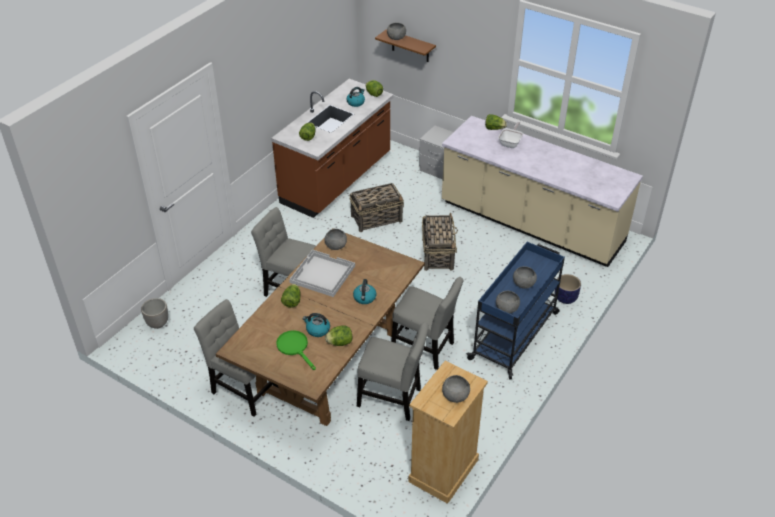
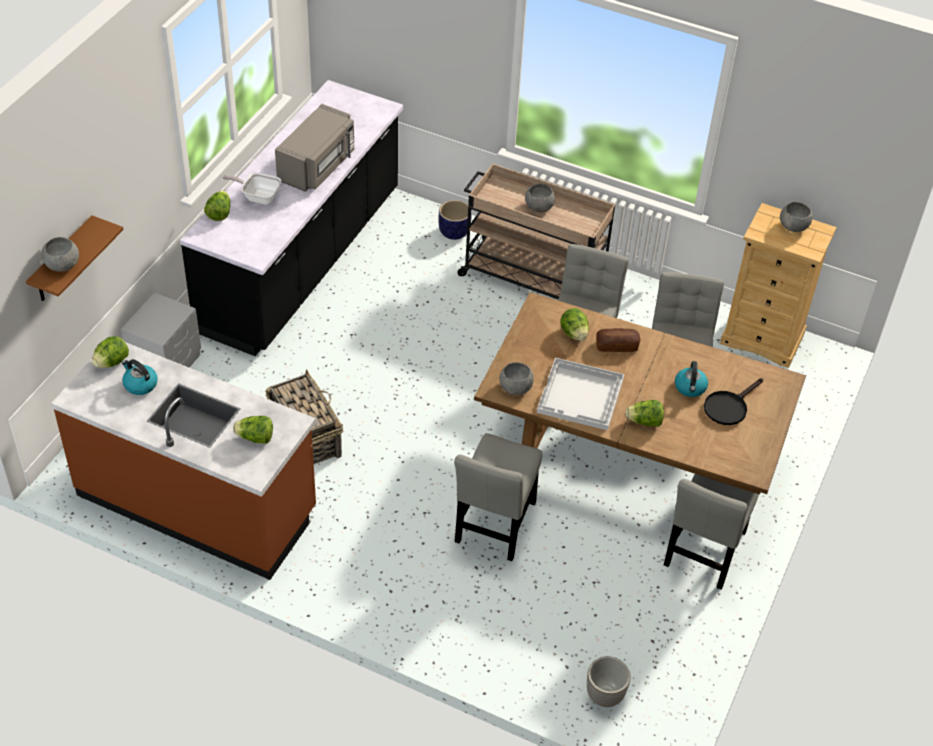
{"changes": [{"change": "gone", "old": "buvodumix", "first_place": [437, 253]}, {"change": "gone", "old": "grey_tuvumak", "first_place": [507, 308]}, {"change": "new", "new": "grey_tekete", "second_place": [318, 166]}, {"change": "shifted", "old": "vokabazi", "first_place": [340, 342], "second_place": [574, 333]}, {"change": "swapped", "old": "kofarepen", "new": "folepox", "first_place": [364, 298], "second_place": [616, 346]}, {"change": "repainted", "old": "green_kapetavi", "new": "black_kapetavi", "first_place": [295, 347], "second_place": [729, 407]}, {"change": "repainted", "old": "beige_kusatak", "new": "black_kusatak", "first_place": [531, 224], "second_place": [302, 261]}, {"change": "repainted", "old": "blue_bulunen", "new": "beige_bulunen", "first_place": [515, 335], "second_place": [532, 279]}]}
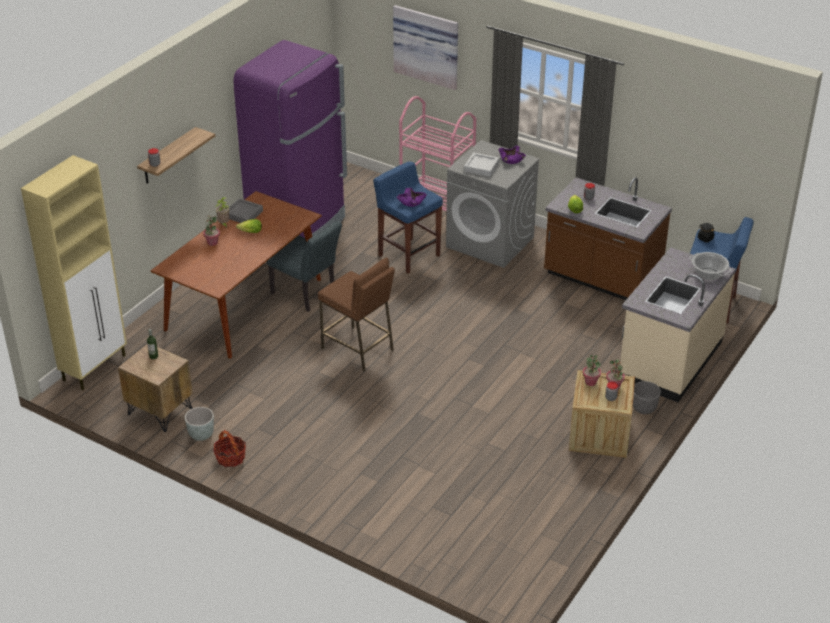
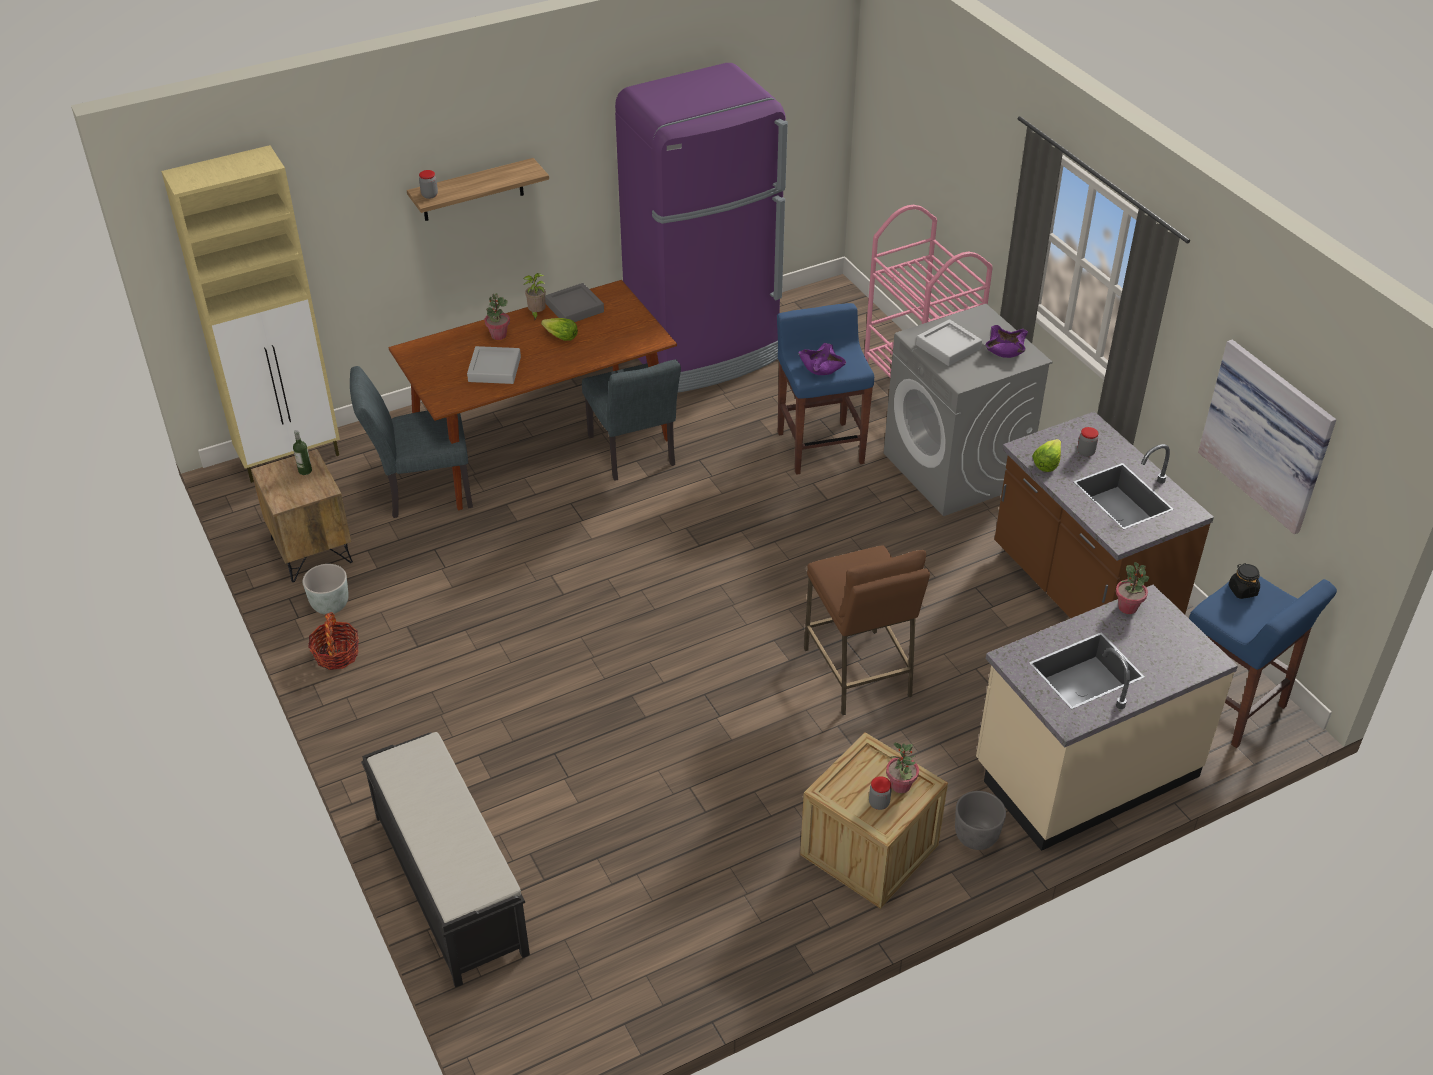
{"changes": [{"change": "gone", "old": "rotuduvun", "first_place": [708, 274]}, {"change": "new", "new": "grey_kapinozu", "second_place": [421, 492]}, {"change": "new", "new": "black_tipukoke", "second_place": [449, 882]}, {"change": "new", "new": "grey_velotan", "second_place": [494, 369]}, {"change": "shifted", "old": "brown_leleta", "first_place": [358, 349], "second_place": [858, 672]}, {"change": "shifted", "old": "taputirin", "first_place": [427, 46], "second_place": [1270, 434]}, {"change": "shifted", "old": "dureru", "first_place": [590, 382], "second_place": [1127, 607]}]}
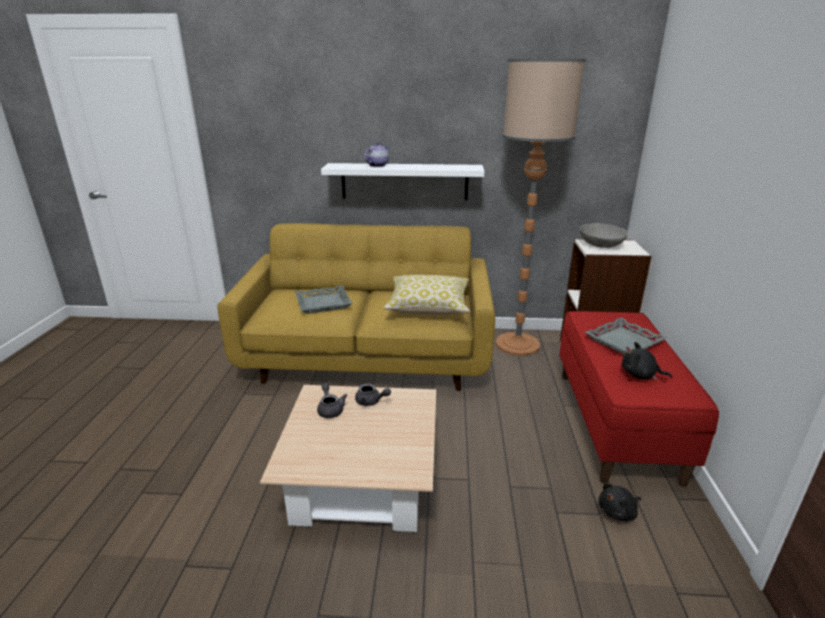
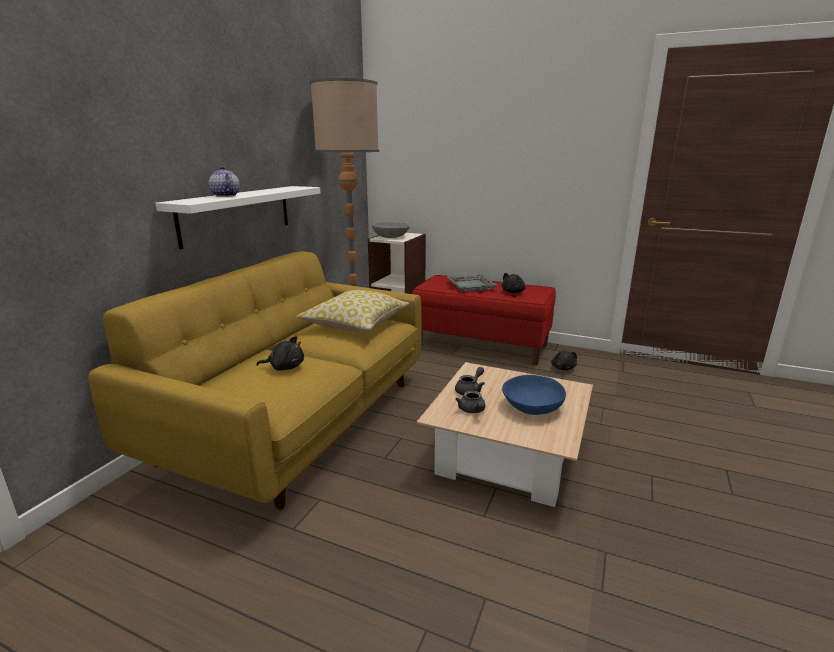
{"changes": [{"change": "new", "new": "blue_tuvumak", "second_place": [532, 406]}, {"change": "swapped", "old": "grey_velotan", "new": "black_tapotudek", "first_place": [323, 303], "second_place": [285, 367]}, {"change": "rotated", "old": "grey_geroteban", "first_place": [330, 409], "second_place": [472, 411], "degrees": -105}]}
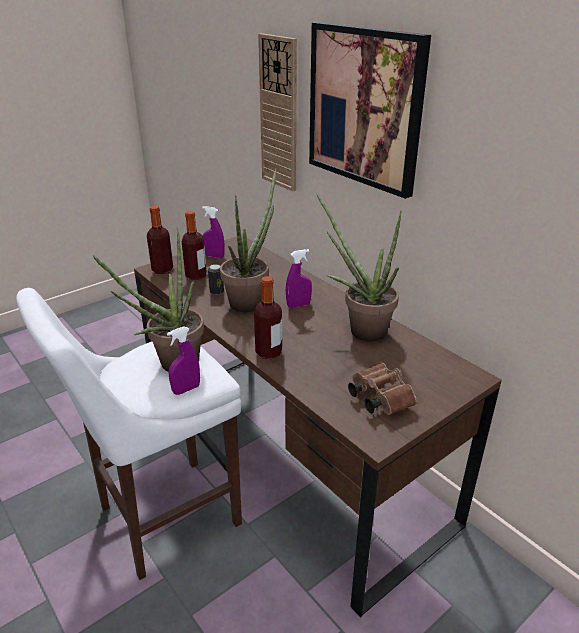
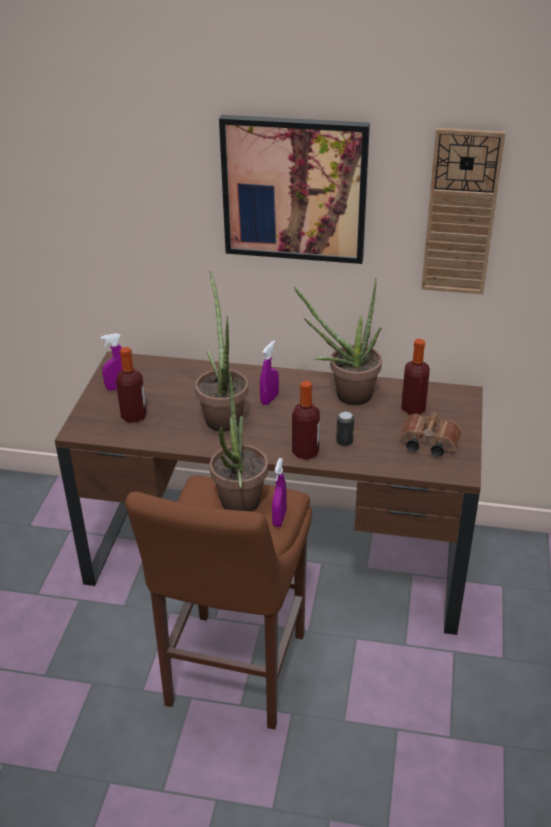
{"changes": [{"change": "shifted", "old": "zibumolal", "first_place": [162, 270], "second_place": [413, 408]}, {"change": "shifted", "old": "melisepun", "first_place": [217, 292], "second_place": [344, 441]}, {"change": "shifted", "old": "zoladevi", "first_place": [279, 114], "second_place": [461, 213]}, {"change": "repainted", "old": "white_leleta", "new": "brown_leleta", "first_place": [162, 517], "second_place": [232, 675]}]}
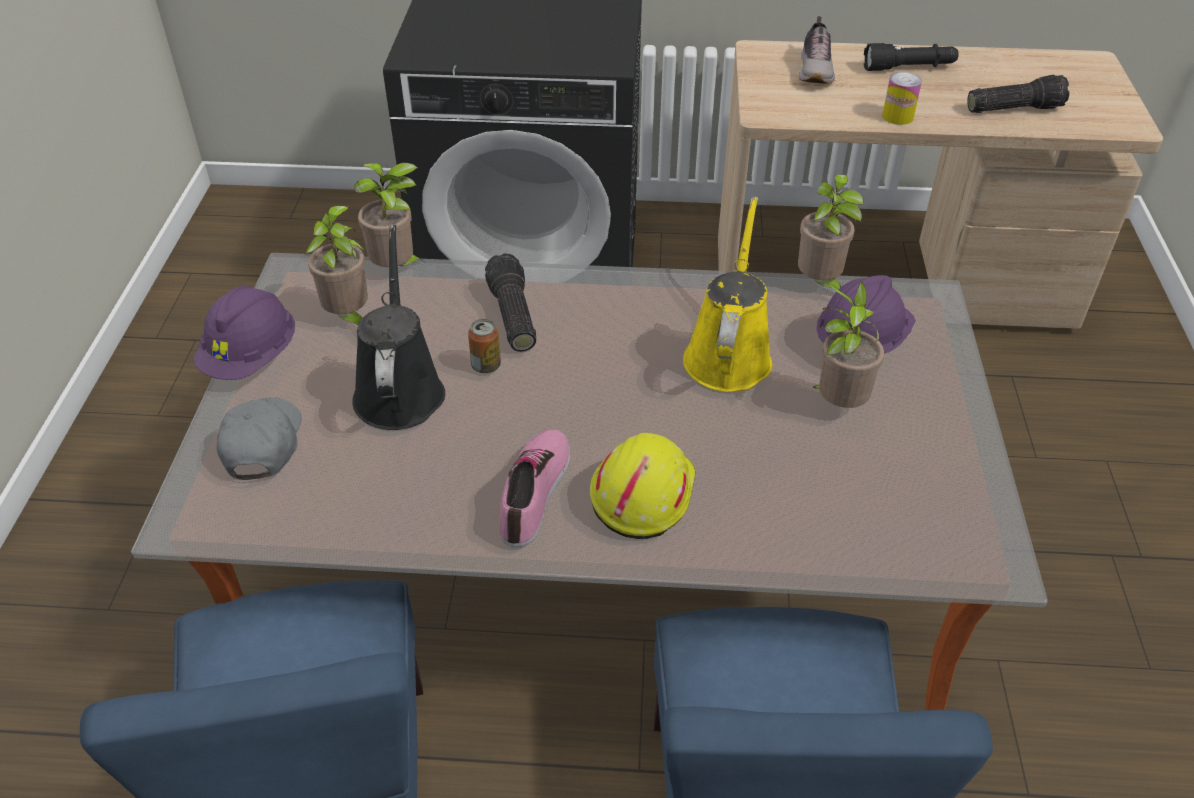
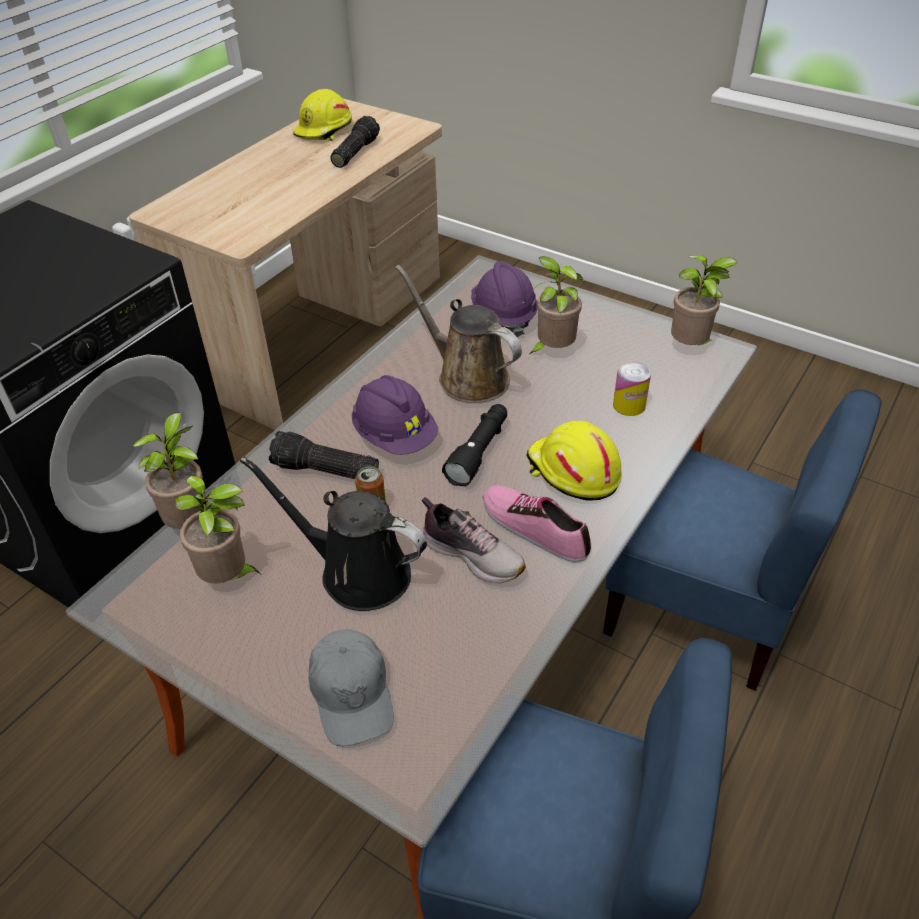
{"changes": [{"change": "new", "new": "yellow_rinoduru", "second_place": [324, 130]}, {"change": "shifted", "old": "purple_rinoduru", "first_place": [251, 358], "second_place": [395, 436]}, {"change": "shifted", "old": "dureru", "first_place": [820, 284], "second_place": [690, 347]}, {"change": "shifted", "old": "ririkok", "first_place": [816, 70], "second_place": [473, 554]}, {"change": "shifted", "old": "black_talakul", "first_place": [909, 68], "second_place": [479, 451]}, {"change": "shifted", "old": "melisepun", "first_place": [897, 116], "second_place": [629, 405]}, {"change": "repainted", "old": "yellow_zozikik", "new": "brown_zozikik", "first_place": [728, 355], "second_place": [467, 377]}, {"change": "rotated", "old": "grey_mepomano", "first_place": [262, 444], "second_place": [352, 693], "degrees": -135}]}
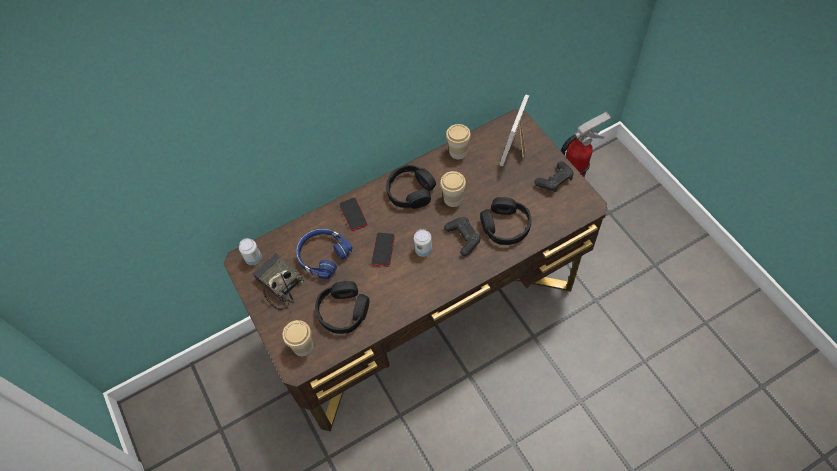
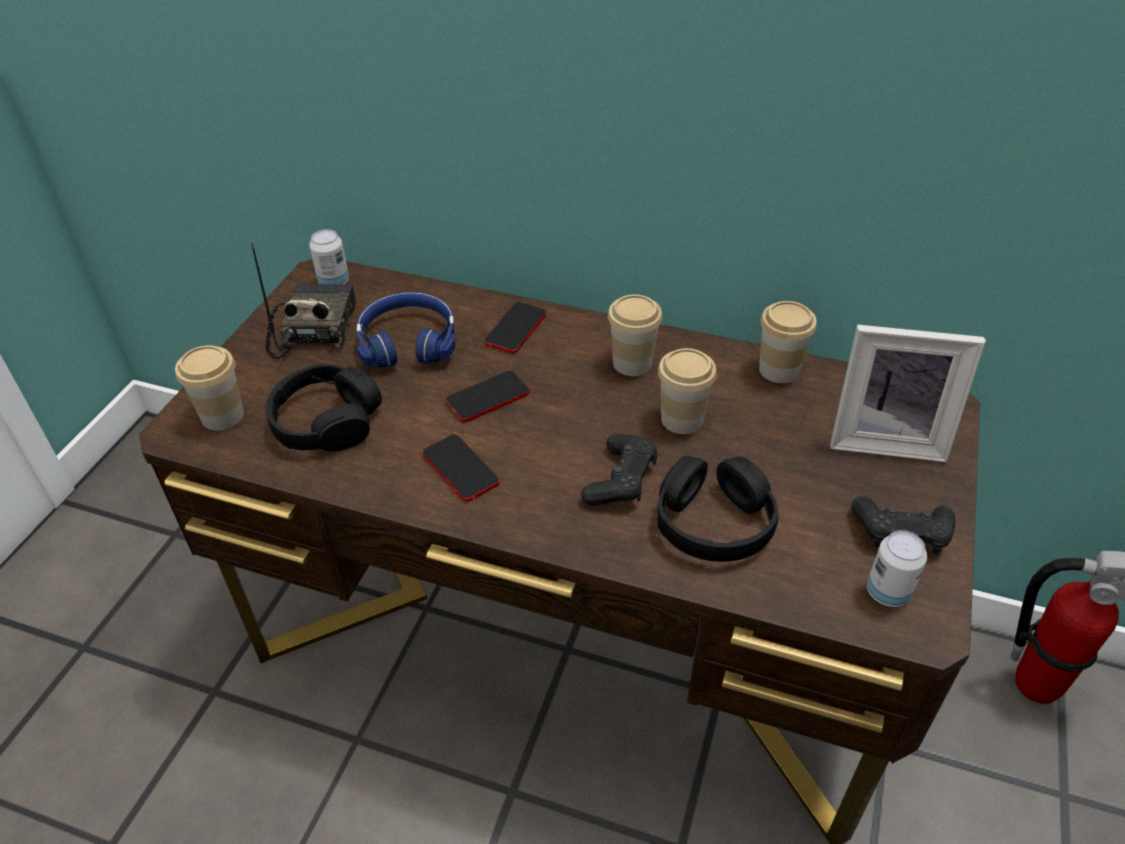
{"changes": [{"change": "new", "new": "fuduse", "second_place": [460, 469]}, {"change": "shifted", "old": "melisepun", "first_place": [423, 250], "second_place": [887, 592]}, {"change": "swapped", "old": "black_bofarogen", "new": "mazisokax", "first_place": [410, 192], "second_place": [632, 363]}, {"change": "rotated", "old": "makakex", "first_place": [516, 150], "second_place": [886, 438], "degrees": -150}]}
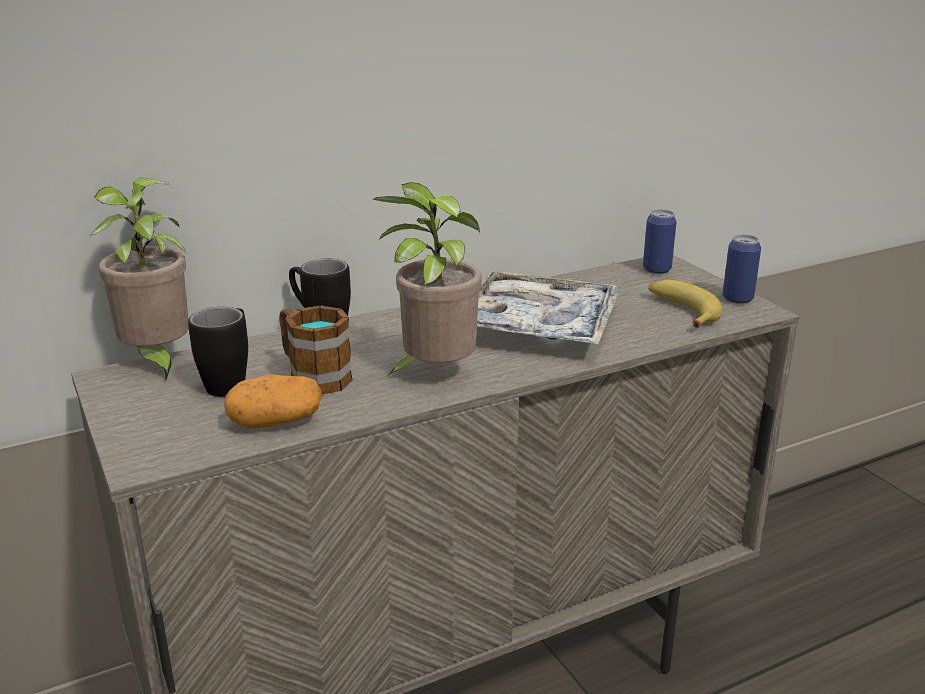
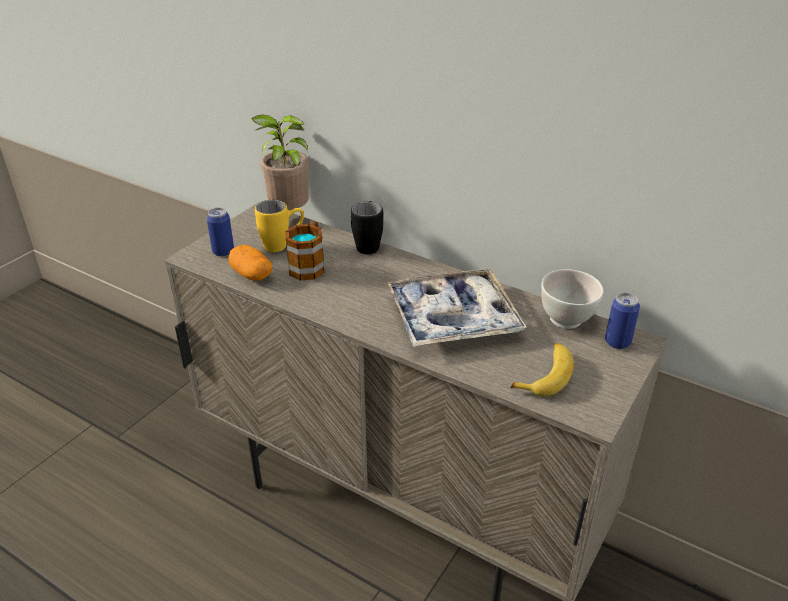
{"changes": [{"change": "gone", "old": "dureru", "first_place": [434, 375]}, {"change": "new", "new": "white_tuvumak", "second_place": [566, 320]}, {"change": "shifted", "old": "melisepun", "first_place": [737, 299], "second_place": [223, 252]}, {"change": "repainted", "old": "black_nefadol", "new": "yellow_nefadol", "first_place": [231, 381], "second_place": [282, 245]}]}
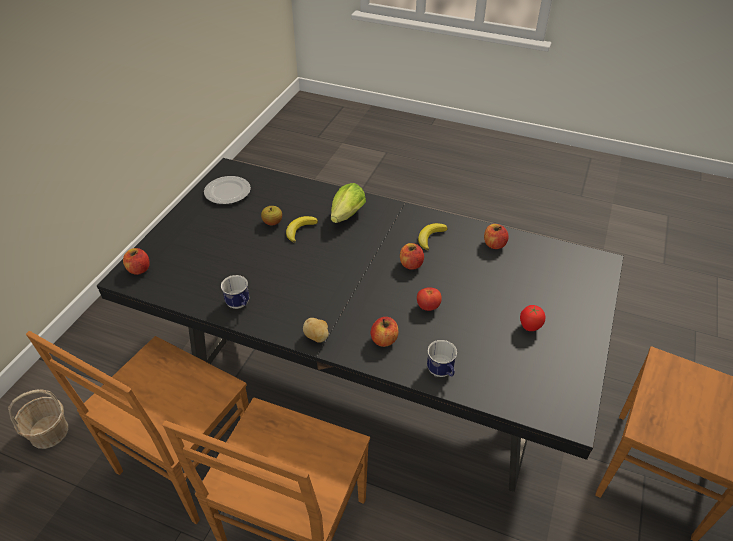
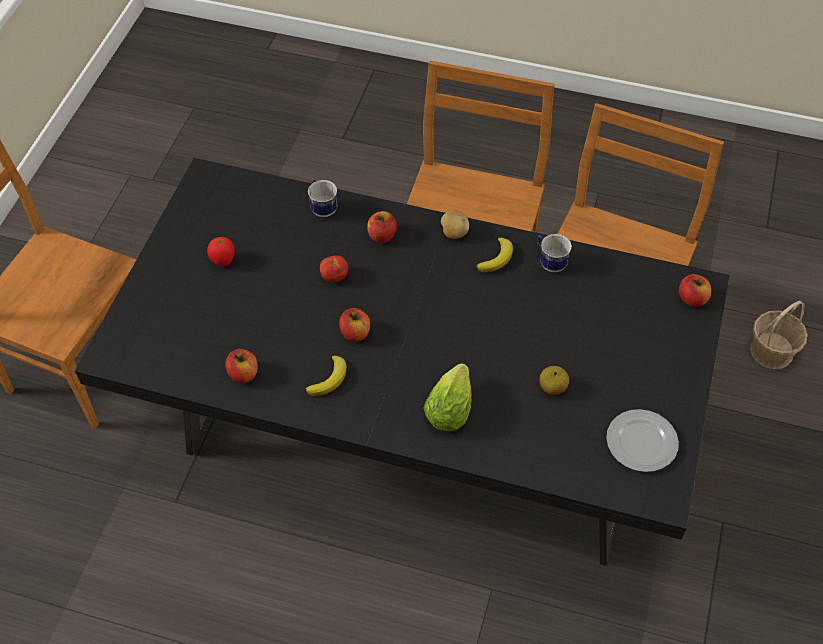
{"changes": [{"change": "shifted", "old": "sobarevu", "first_place": [300, 230], "second_place": [497, 258]}]}
